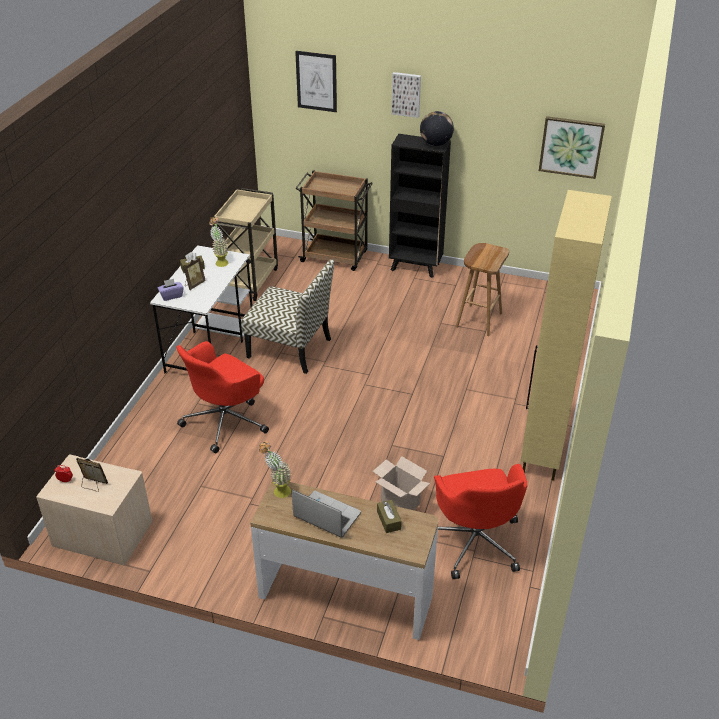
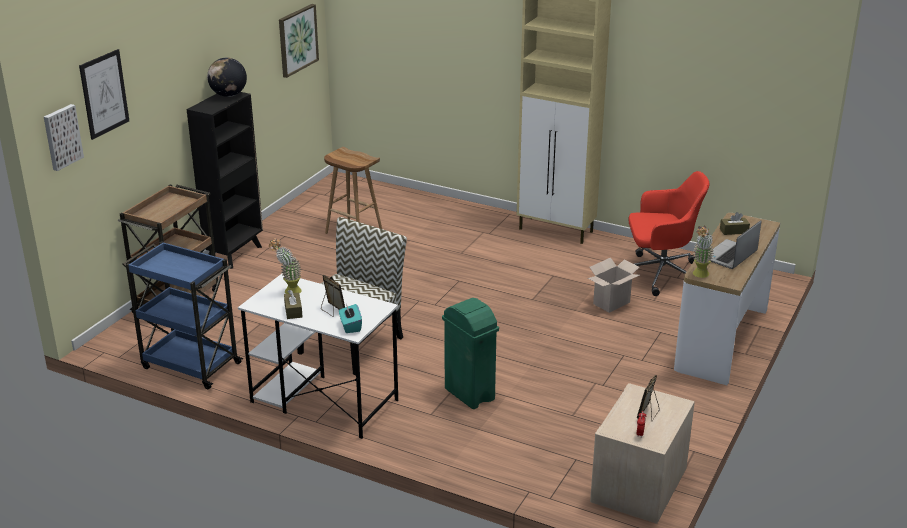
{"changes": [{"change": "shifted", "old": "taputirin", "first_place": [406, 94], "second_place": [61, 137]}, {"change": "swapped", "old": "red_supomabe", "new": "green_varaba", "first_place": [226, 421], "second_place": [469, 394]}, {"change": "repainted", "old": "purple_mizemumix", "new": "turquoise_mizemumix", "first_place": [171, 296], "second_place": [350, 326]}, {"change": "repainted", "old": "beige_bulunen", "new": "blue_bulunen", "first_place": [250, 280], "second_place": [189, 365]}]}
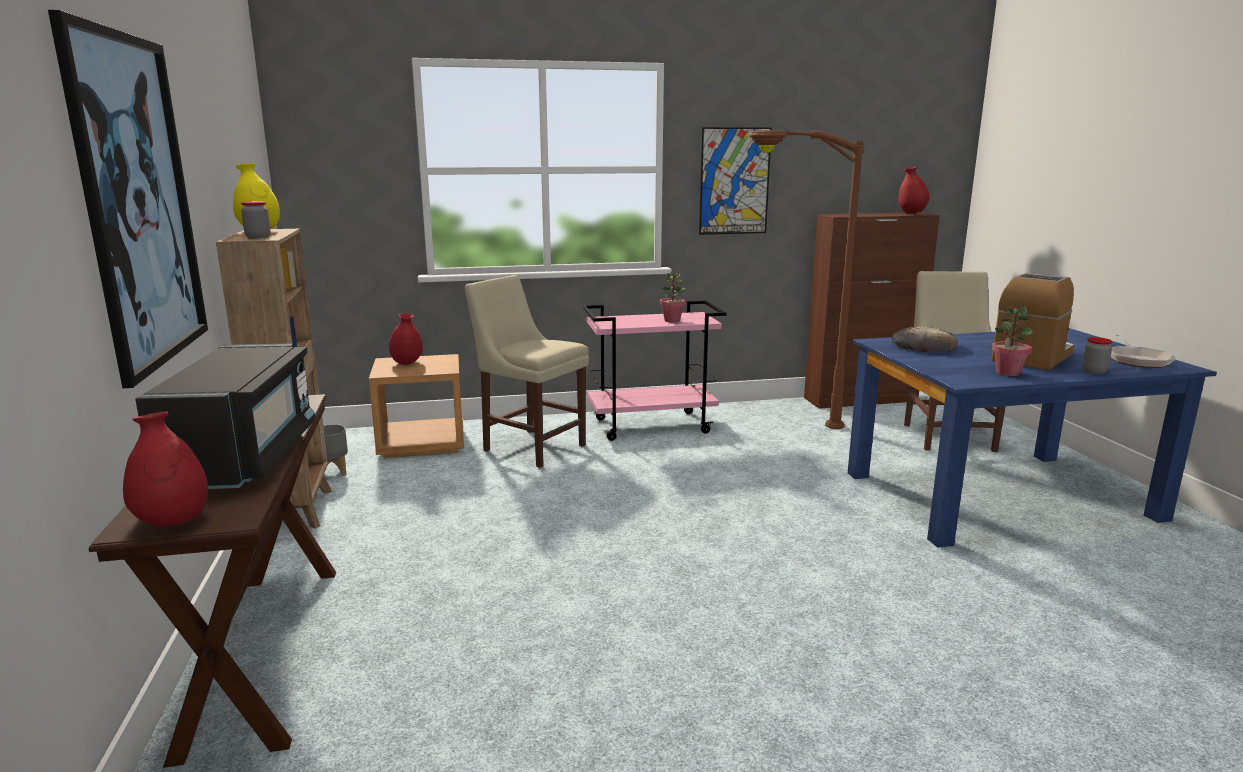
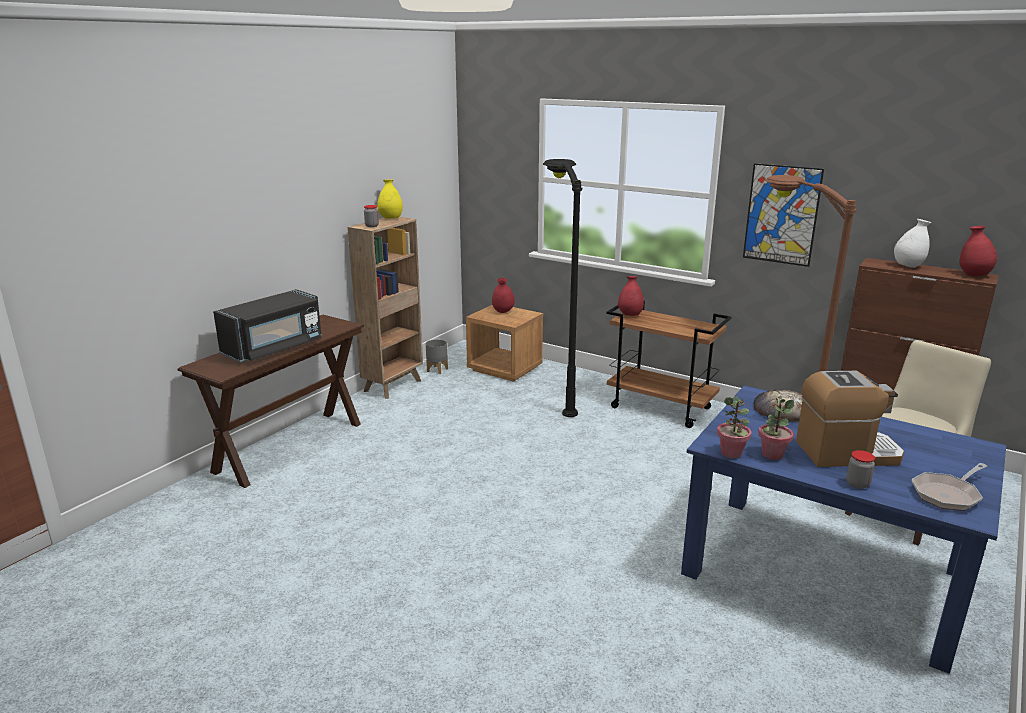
{"changes": [{"change": "gone", "old": "taputirin", "first_place": [139, 202]}, {"change": "new", "new": "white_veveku", "second_place": [908, 266]}, {"change": "shifted", "old": "red_veveku", "first_place": [173, 522], "second_place": [630, 315]}, {"change": "shifted", "old": "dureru", "first_place": [672, 320], "second_place": [731, 453]}, {"change": "swapped", "old": "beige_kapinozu", "new": "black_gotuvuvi", "first_place": [531, 446], "second_place": [558, 393]}, {"change": "repainted", "old": "pink_bulunen", "new": "brown_bulunen", "first_place": [652, 426], "second_place": [661, 408]}]}
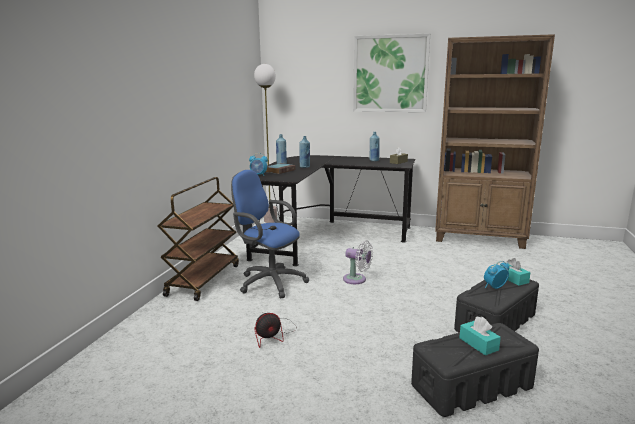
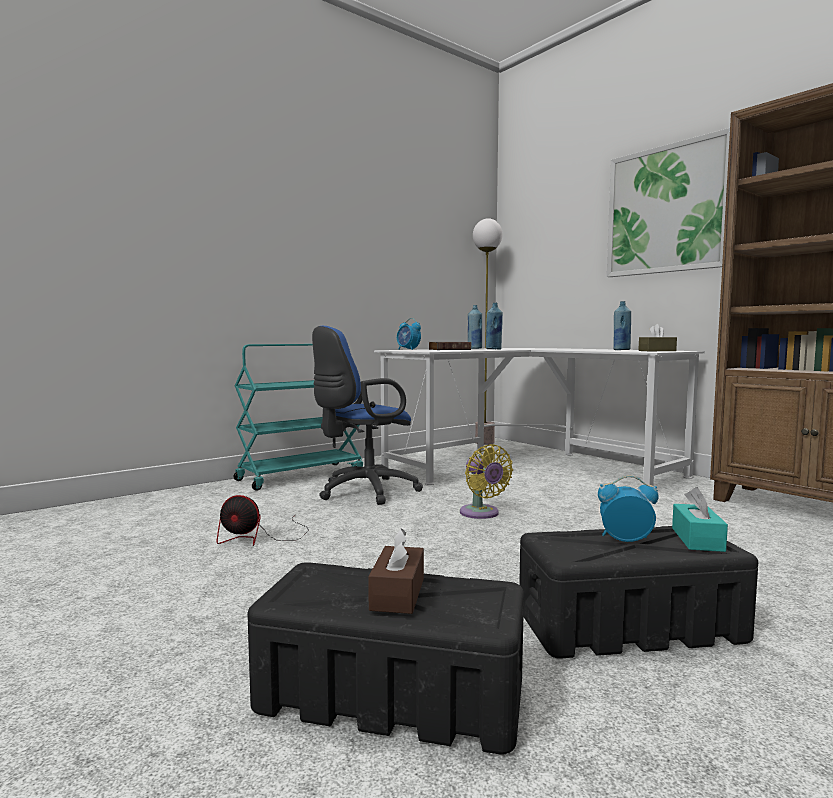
{"changes": [{"change": "repainted", "old": "brown_bulunen", "new": "turquoise_bulunen", "first_place": [203, 279], "second_place": [301, 476]}, {"change": "repainted", "old": "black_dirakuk", "new": "white_dirakuk", "first_place": [325, 236], "second_place": [528, 465]}, {"change": "repainted", "old": "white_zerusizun", "new": "yellow_zerusizun", "first_place": [357, 280], "second_place": [481, 514]}, {"change": "repainted", "old": "turquoise_mizemumix", "new": "brown_mizemumix", "first_place": [478, 344], "second_place": [397, 594]}, {"change": "rotated", "old": "blue_supomabe", "first_place": [269, 282], "second_place": [363, 492], "degrees": -105}]}
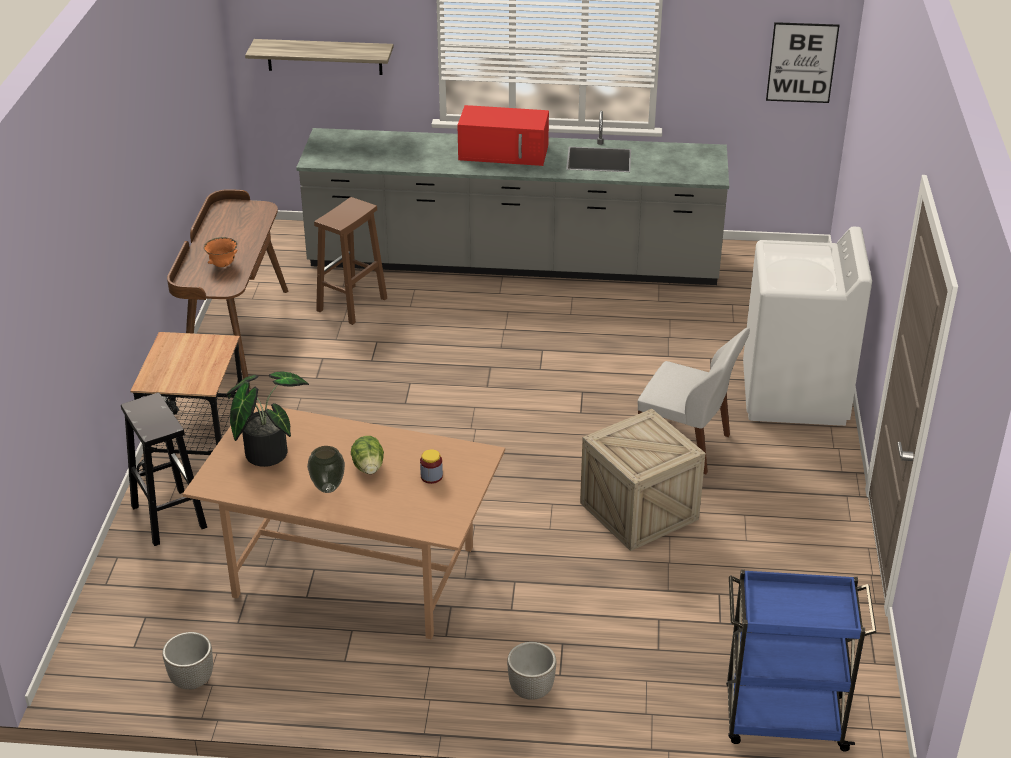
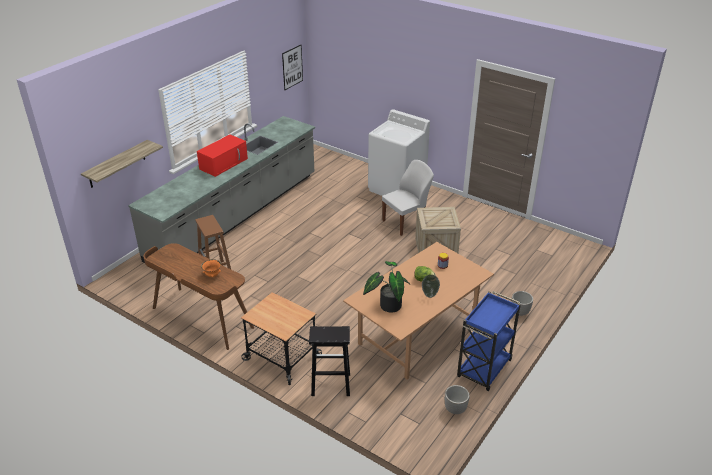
{"changes": [{"change": "shifted", "old": "blue_bulunen", "first_place": [782, 719], "second_place": [484, 369]}]}
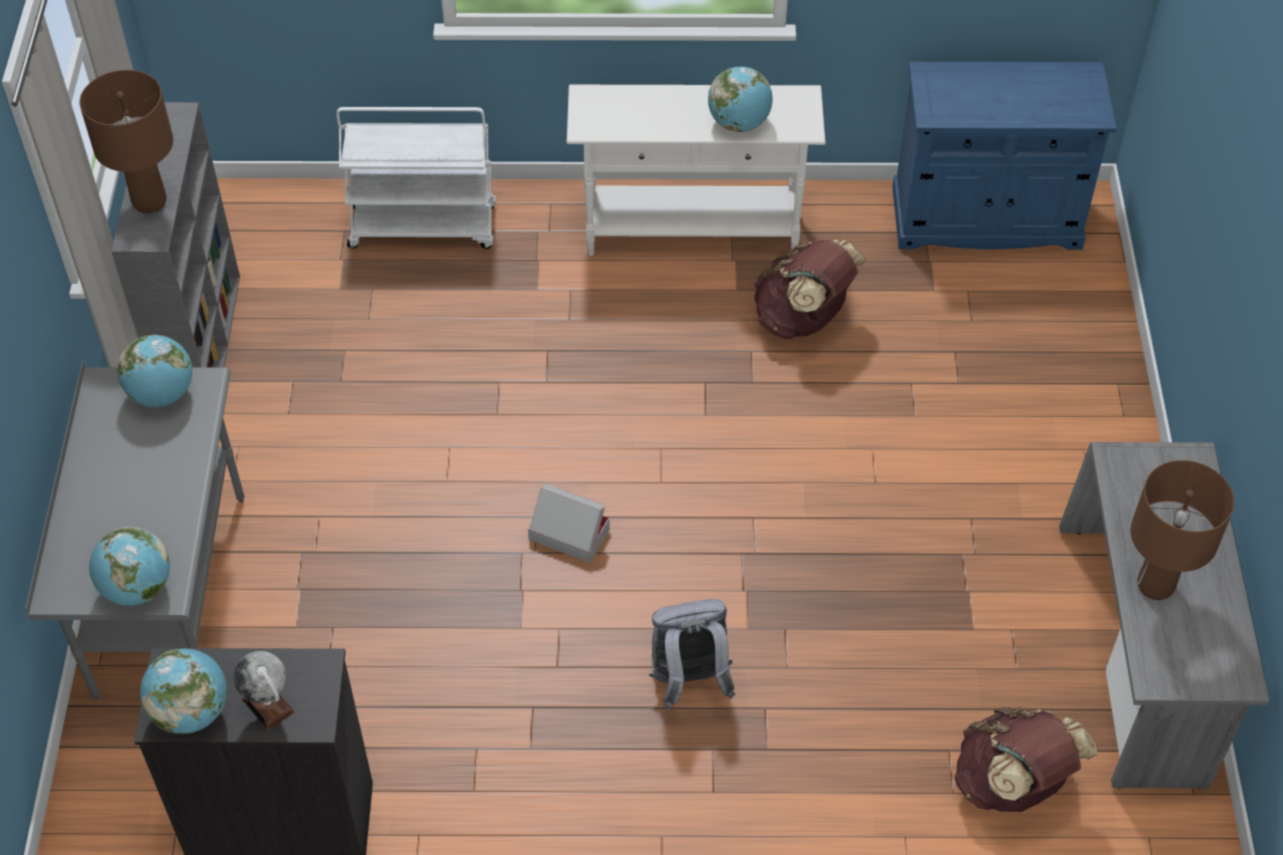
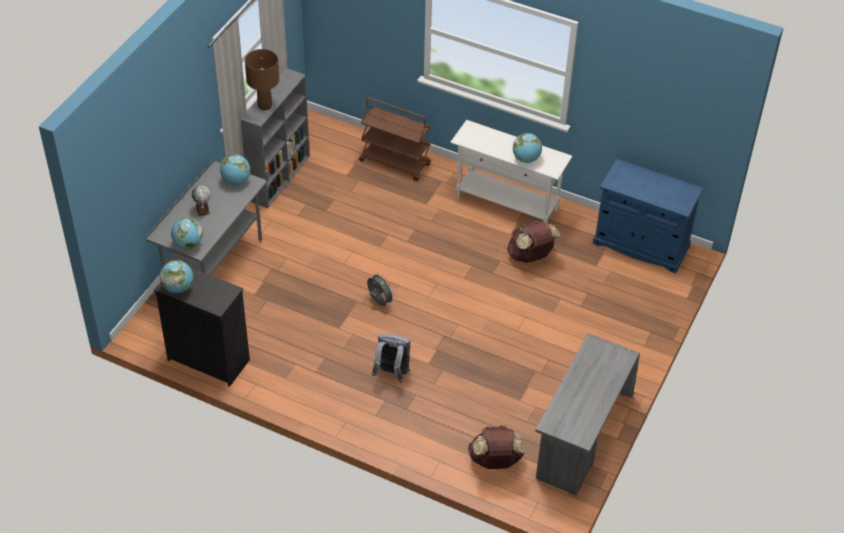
{"changes": [{"change": "gone", "old": "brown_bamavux", "first_place": [1156, 585]}, {"change": "shifted", "old": "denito", "first_place": [268, 705], "second_place": [203, 209]}, {"change": "swapped", "old": "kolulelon", "new": "grey_zerusizun", "first_place": [569, 534], "second_place": [379, 302]}, {"change": "repainted", "old": "white_bulunen", "new": "brown_bulunen", "first_place": [424, 226], "second_place": [395, 163]}]}
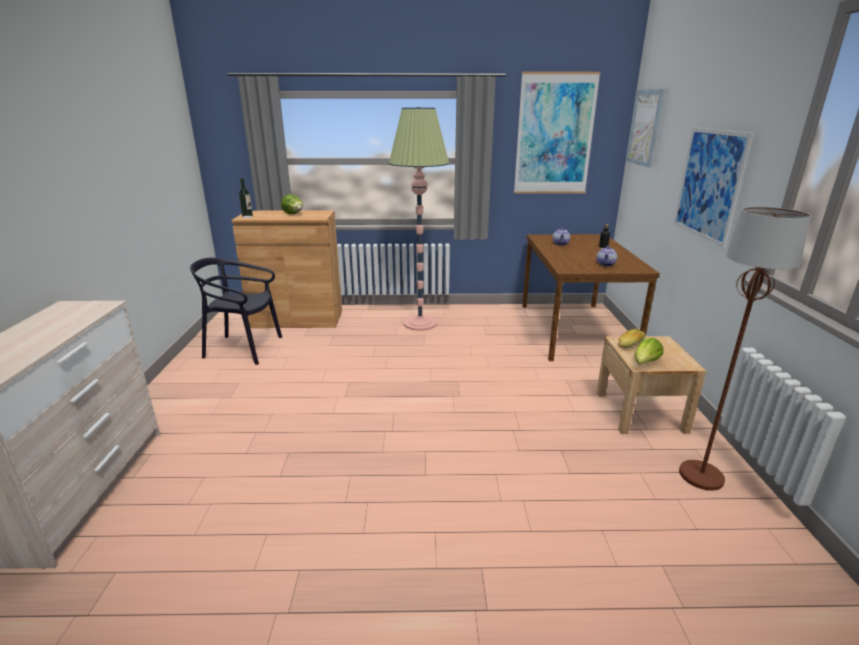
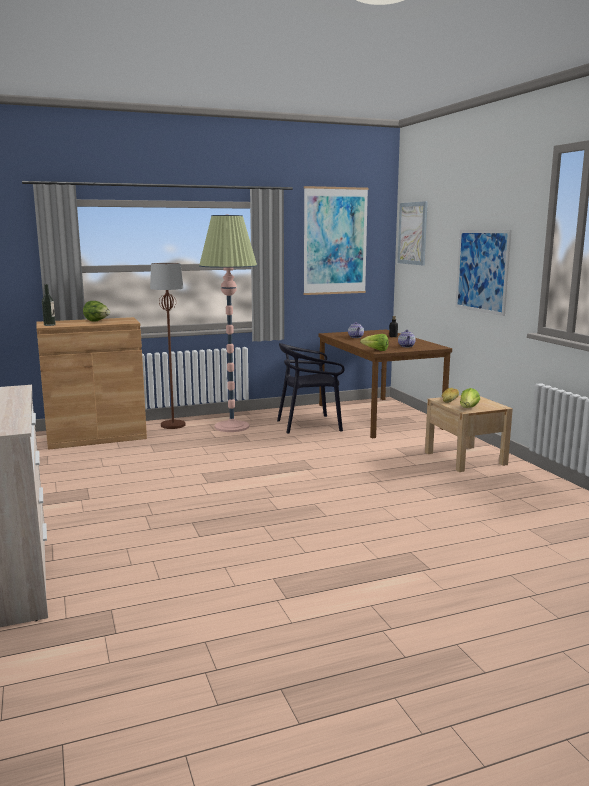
{"changes": [{"change": "new", "new": "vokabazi", "second_place": [376, 350]}, {"change": "shifted", "old": "black_kapinozu", "first_place": [243, 348], "second_place": [309, 425]}, {"change": "shifted", "old": "brown_gotuvuvi", "first_place": [701, 476], "second_place": [173, 425]}]}
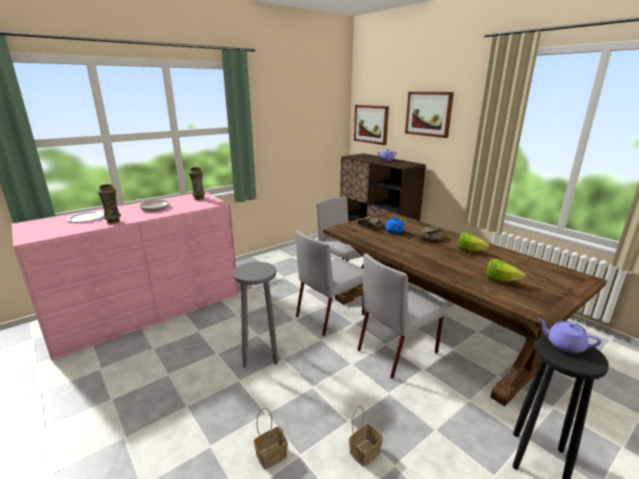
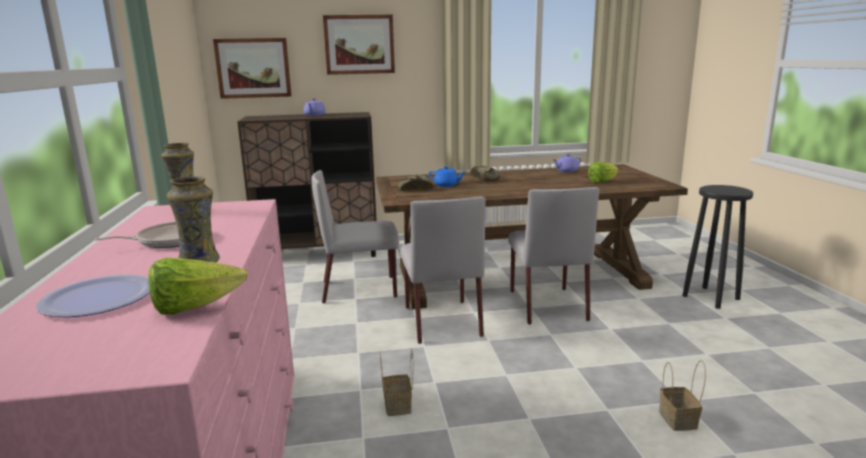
{"changes": [{"change": "gone", "old": "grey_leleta", "first_place": [261, 354]}, {"change": "shifted", "old": "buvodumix", "first_place": [364, 453], "second_place": [398, 406]}, {"change": "shifted", "old": "vokabazi", "first_place": [469, 250], "second_place": [194, 308]}, {"change": "shifted", "old": "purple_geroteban", "first_place": [564, 345], "second_place": [566, 171]}]}
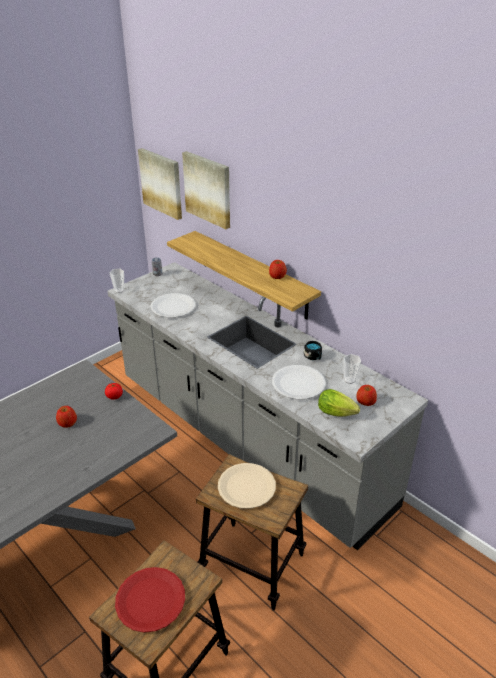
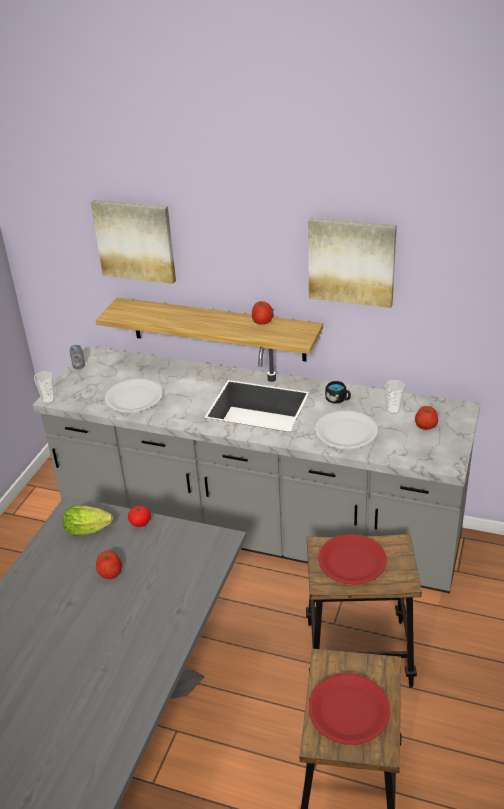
{"changes": [{"change": "shifted", "old": "taputirin", "first_place": [162, 183], "second_place": [351, 261]}, {"change": "shifted", "old": "vokabazi", "first_place": [338, 413], "second_place": [90, 530]}, {"change": "repainted", "old": "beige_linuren", "new": "red_linuren", "first_place": [246, 487], "second_place": [352, 561]}]}
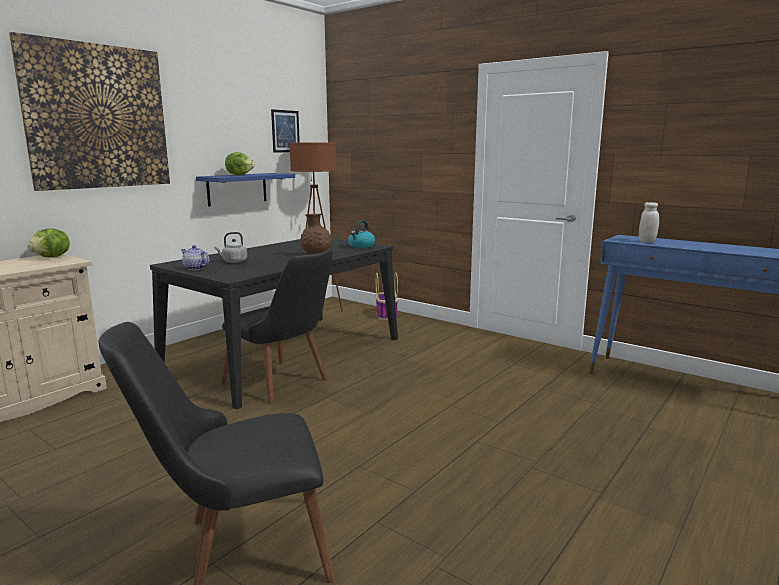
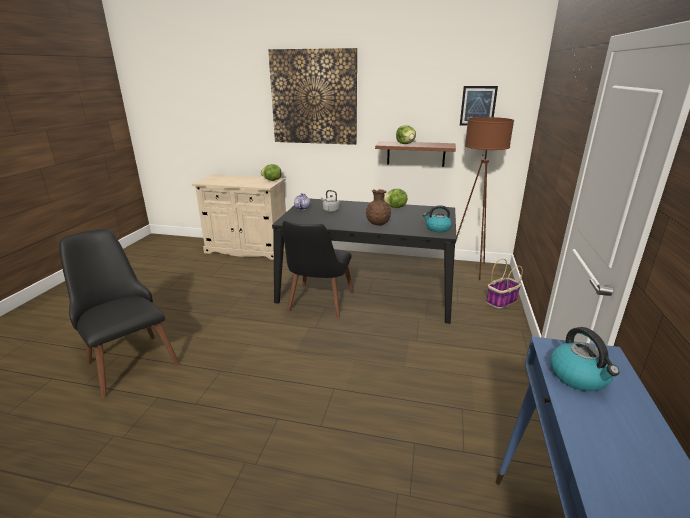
{"changes": [{"change": "new", "new": "vokabazi", "second_place": [395, 207]}, {"change": "swapped", "old": "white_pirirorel", "new": "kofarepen", "first_place": [647, 241], "second_place": [579, 377]}, {"change": "repainted", "old": "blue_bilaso", "new": "brown_bilaso", "first_place": [237, 189], "second_place": [415, 153]}]}
